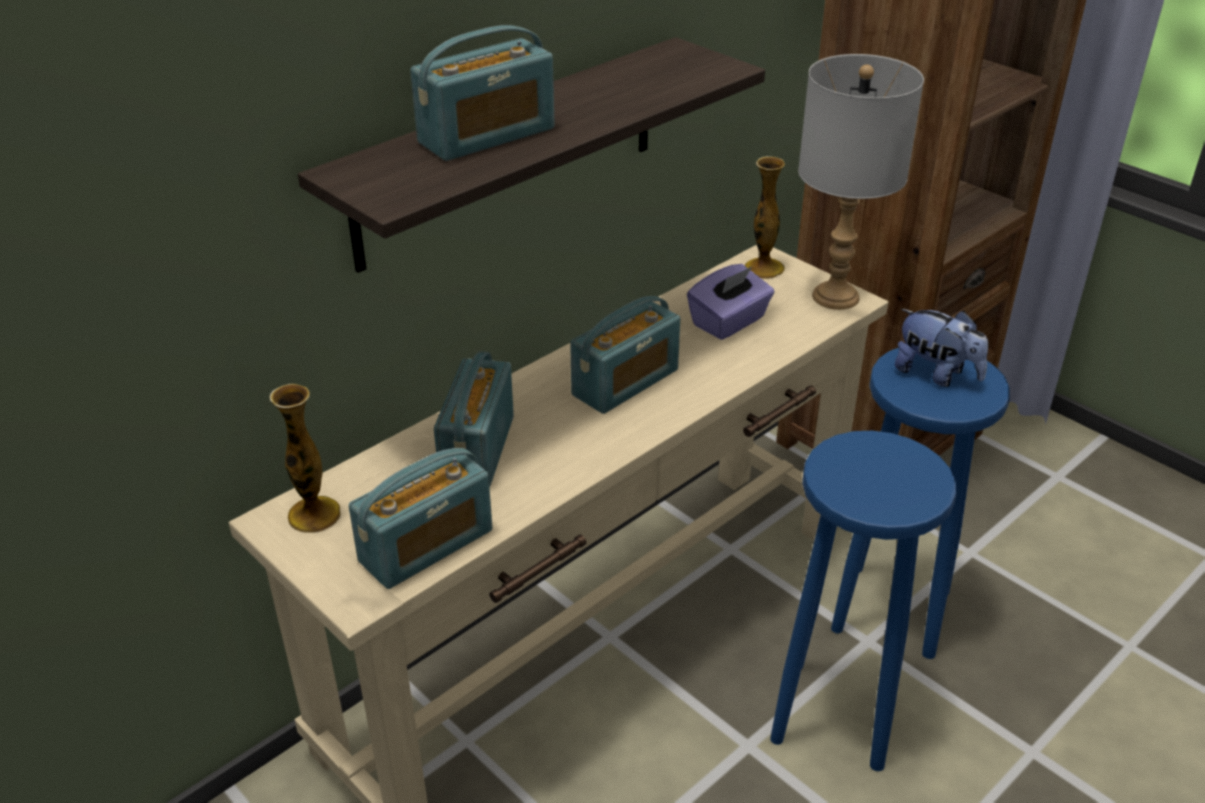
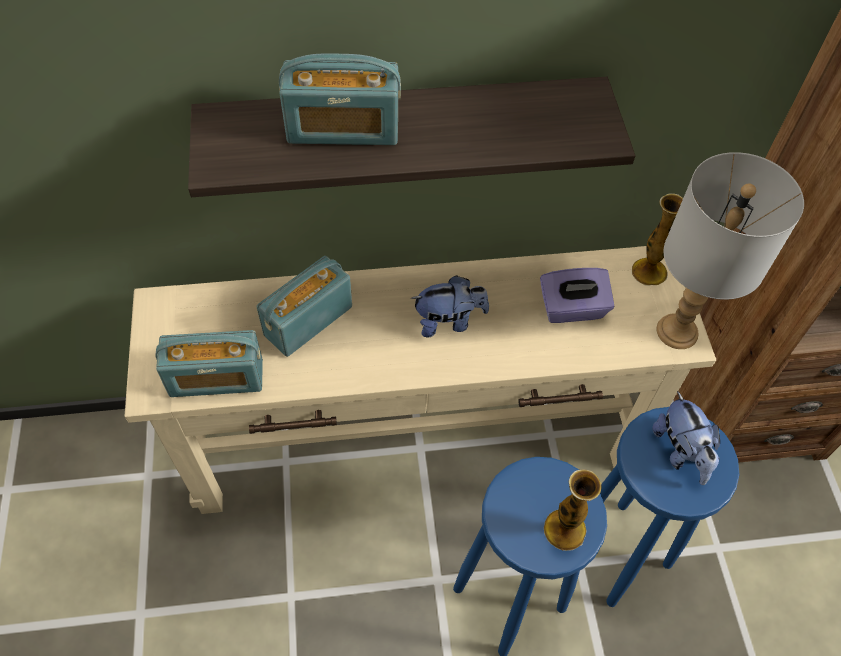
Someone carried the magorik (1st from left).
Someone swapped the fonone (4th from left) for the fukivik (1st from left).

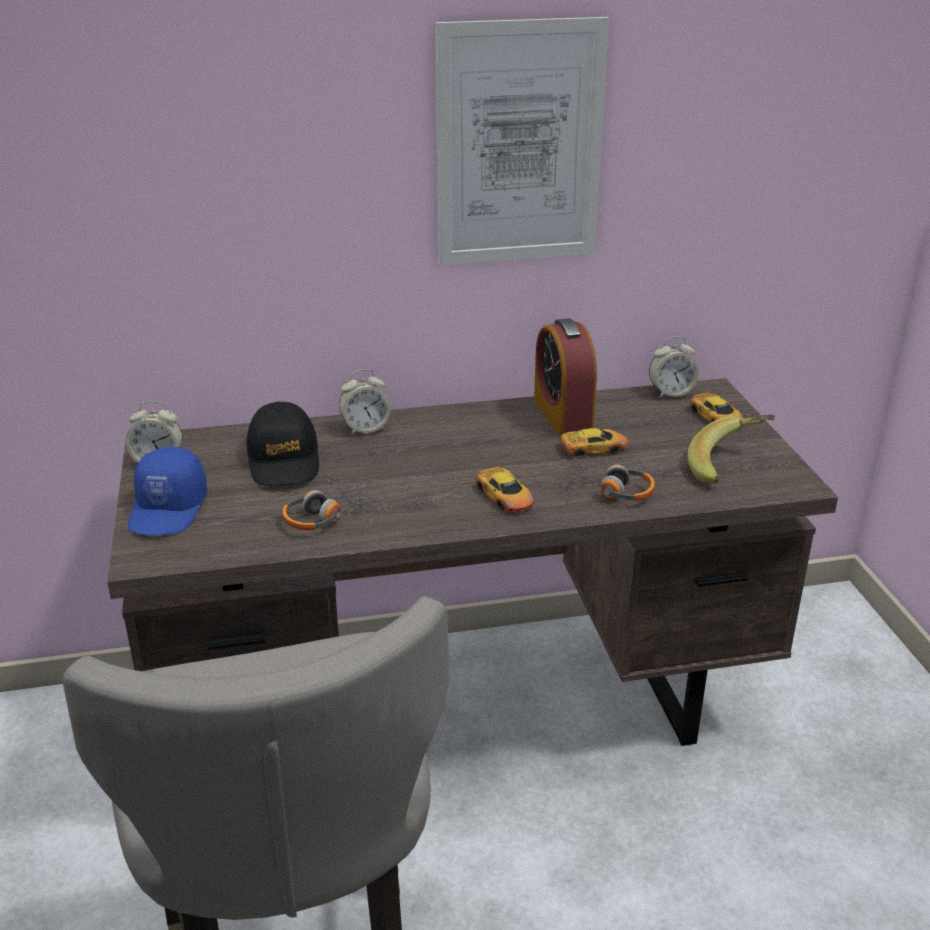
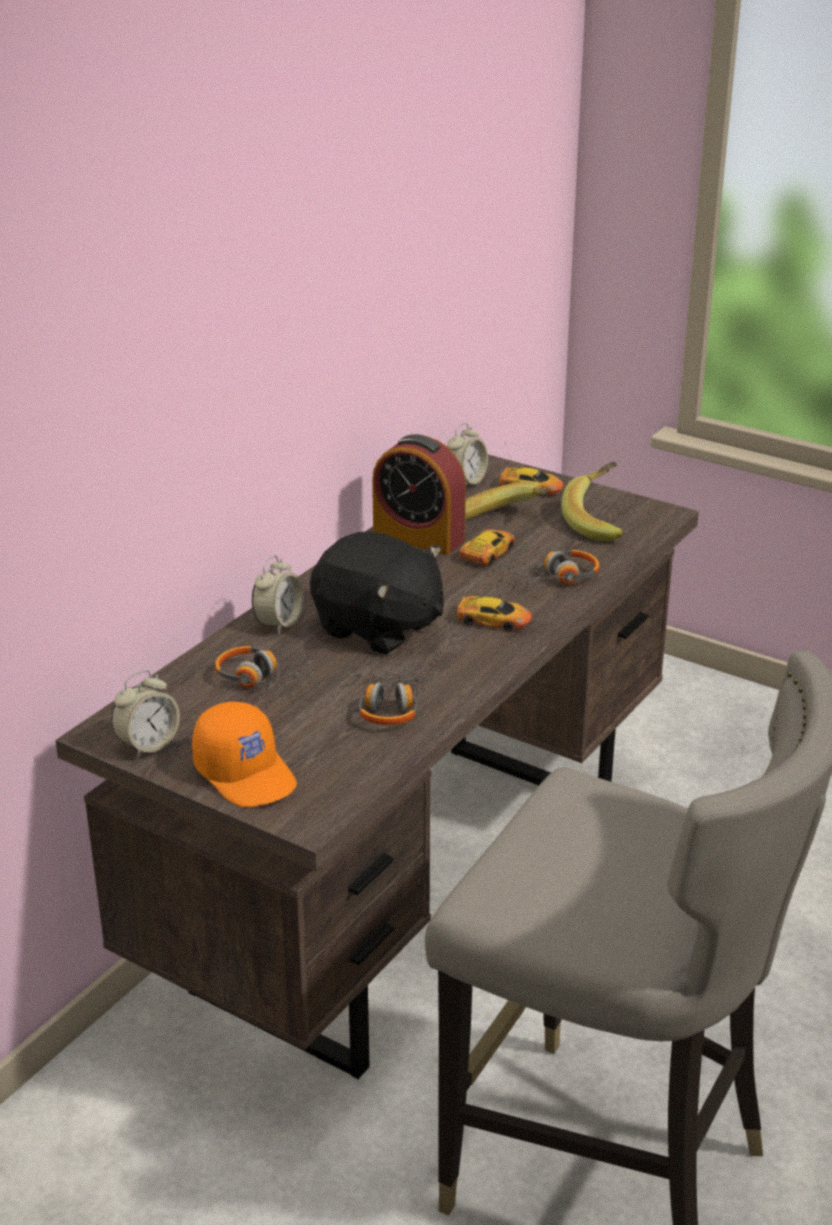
Someone repainted the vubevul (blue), which became the vubevul (orange).
Someone swapped the vubevul (black) for the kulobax (1st from left).
Someone took away the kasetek.
Someone put down the fukivik (black).
Someone put down the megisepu (1st from left).

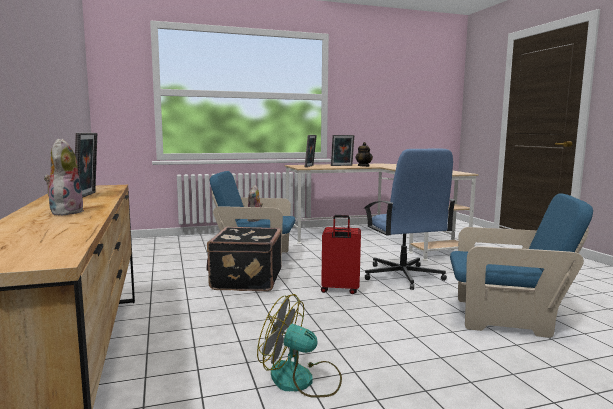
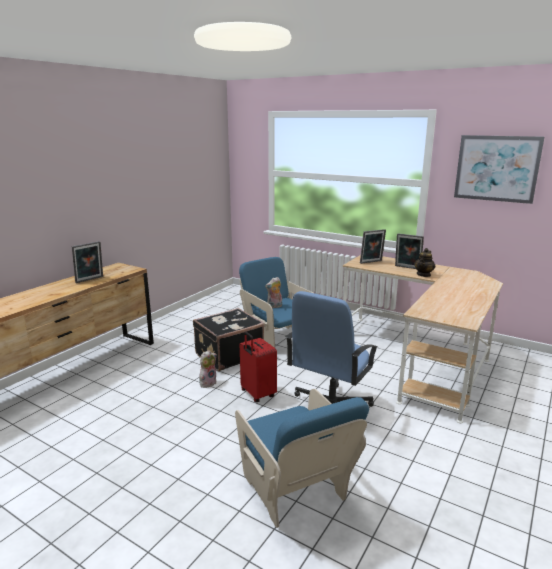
Someone carried the fukivik (1st from left).
Someone took away the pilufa.
Someone put up the kasetek.

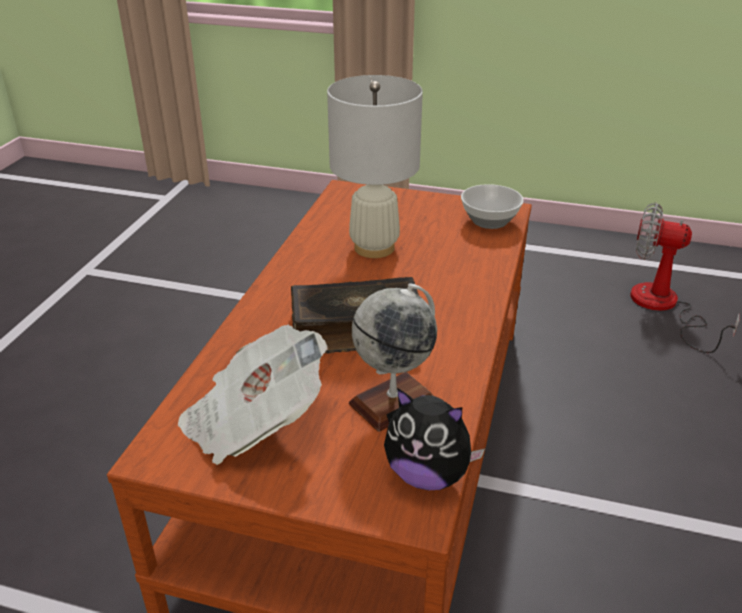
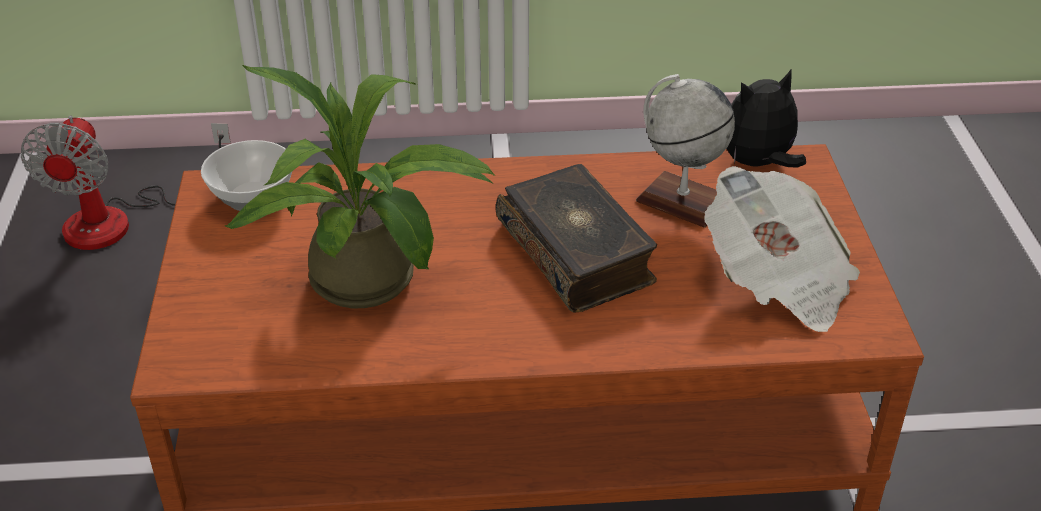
Someone swapped the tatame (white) for the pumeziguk.
Someone rotated the fukivik by 120 degrees counterclockwise.

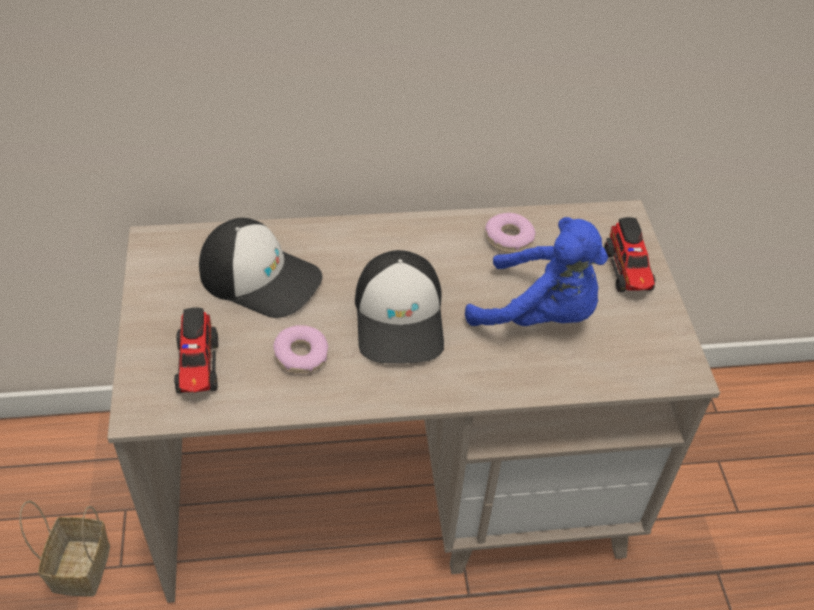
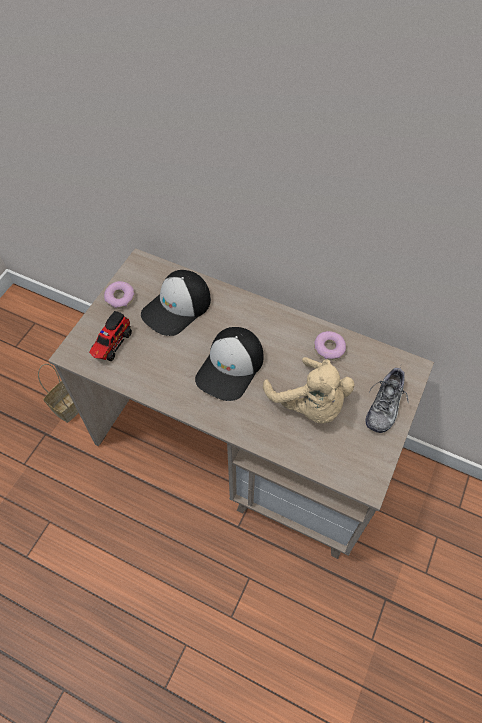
Someone rotated the vubevul (1st from left) by 75 degrees clockwise.
Someone carried the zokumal (1st from left).
Someone repainted the fukivik (blue), which became the fukivik (beige).
Someone swapped the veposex (2nd from left) for the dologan.

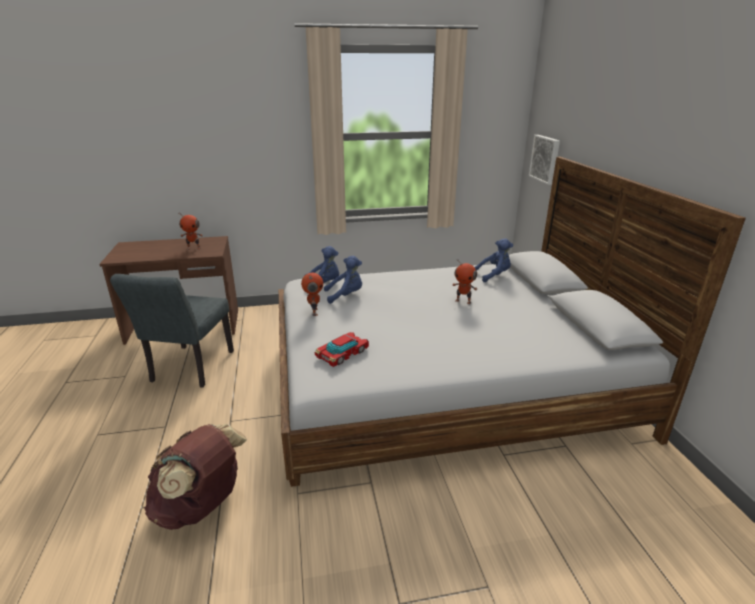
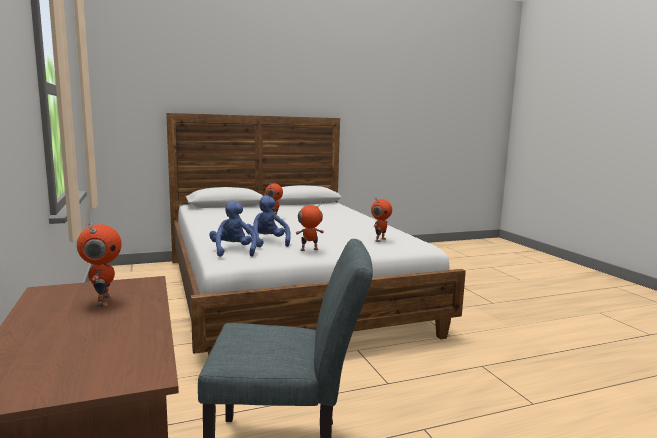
Someone took away the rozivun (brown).
Someone swapped the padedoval for the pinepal (4th from left).
Someone took away the fukivik (blue) (3rd from left).
Someone took away the kasetek.

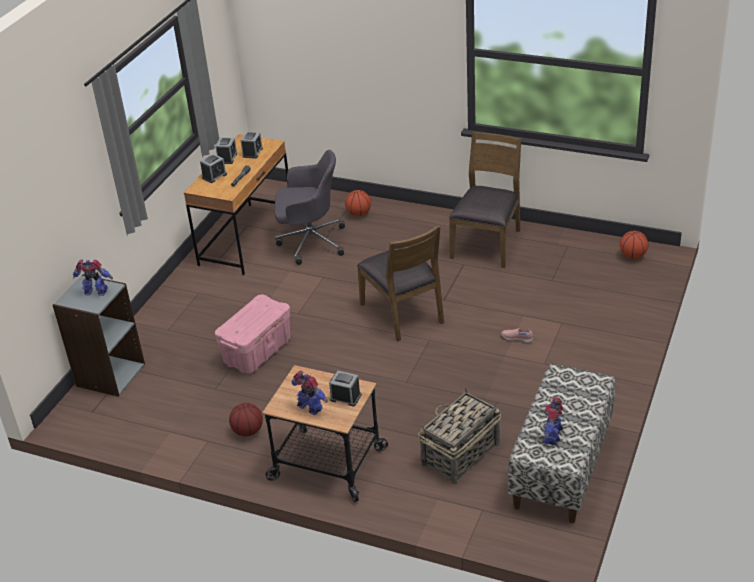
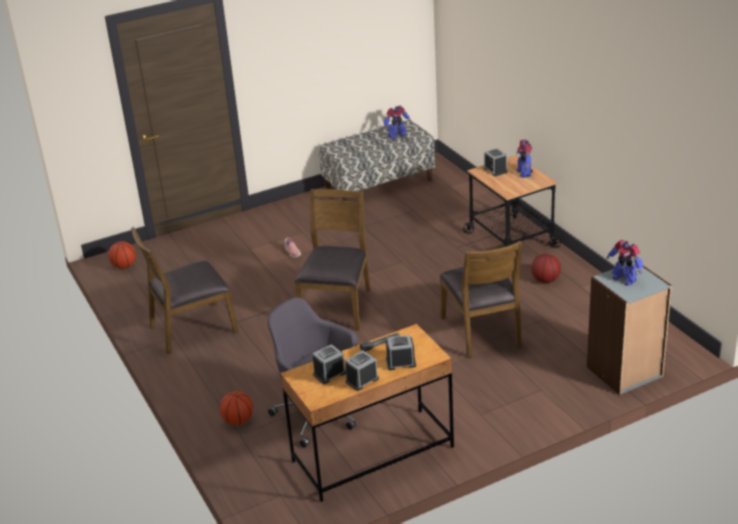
Someone swapped the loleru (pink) for the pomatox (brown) (3rd from left).
Someone took away the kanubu.

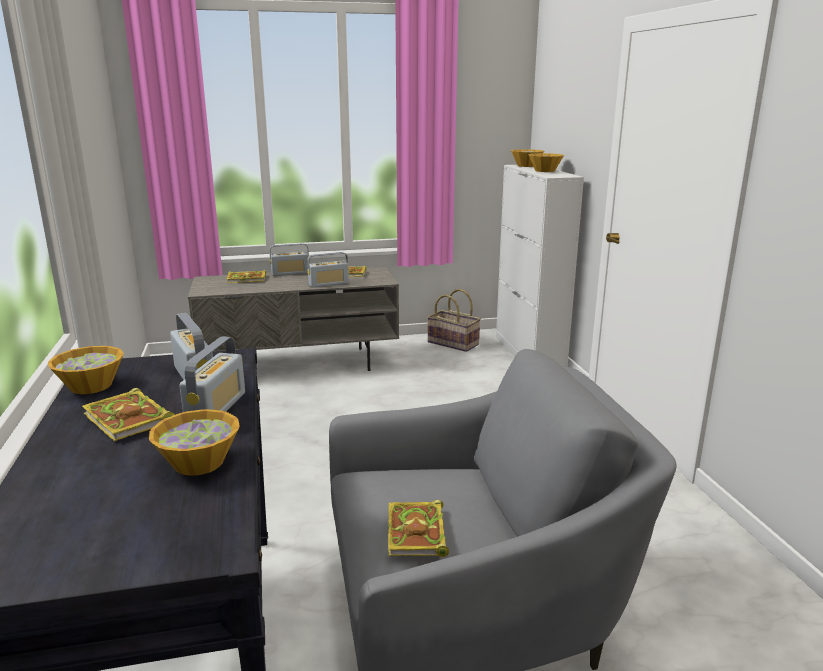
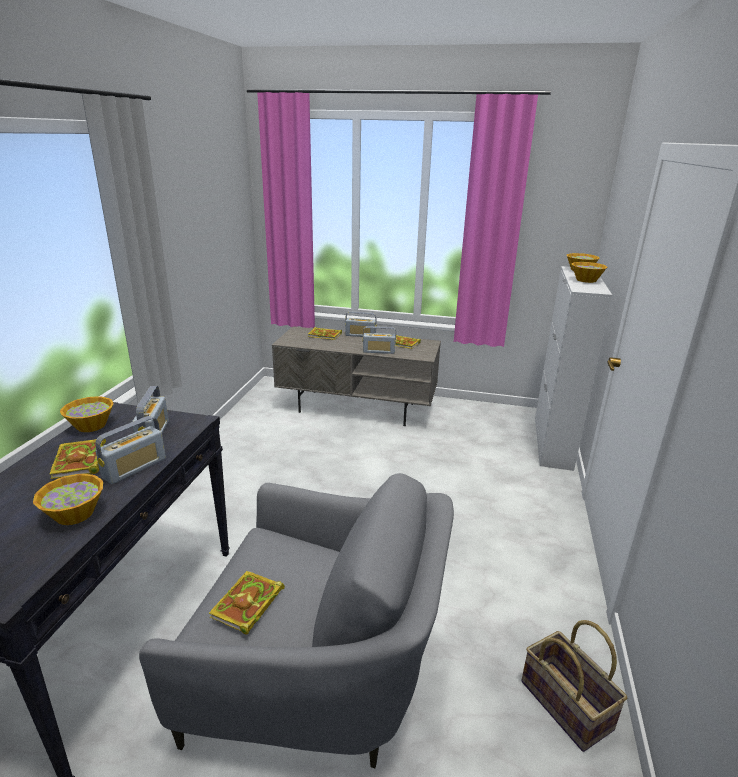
Someone carried the kanubu.

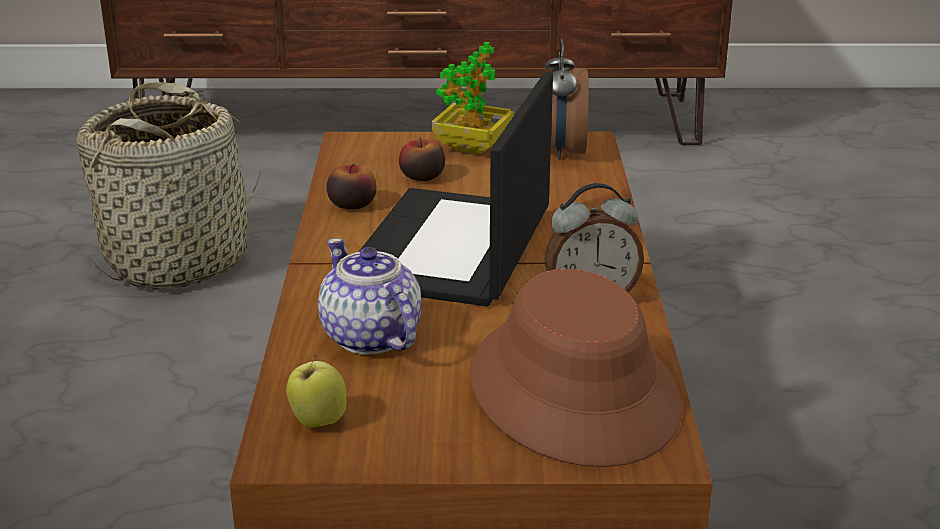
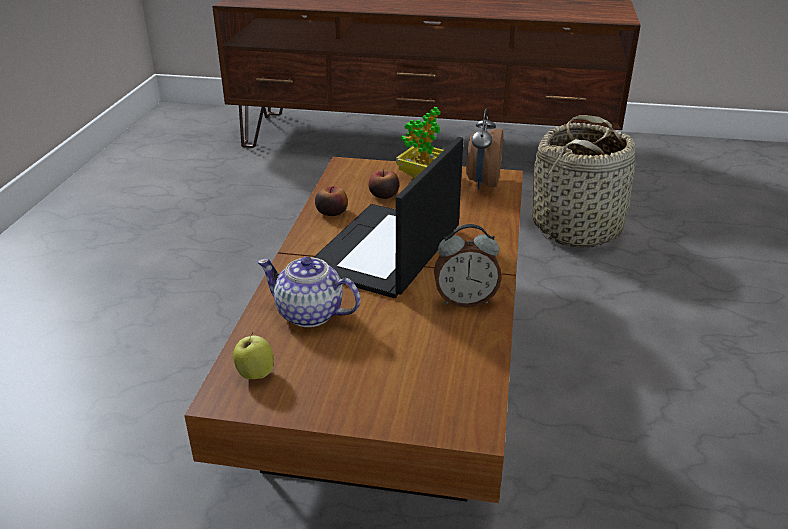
Someone carried the kanubu.
Someone rotated the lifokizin by 45 degrees counterclockwise.
Someone took away the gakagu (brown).

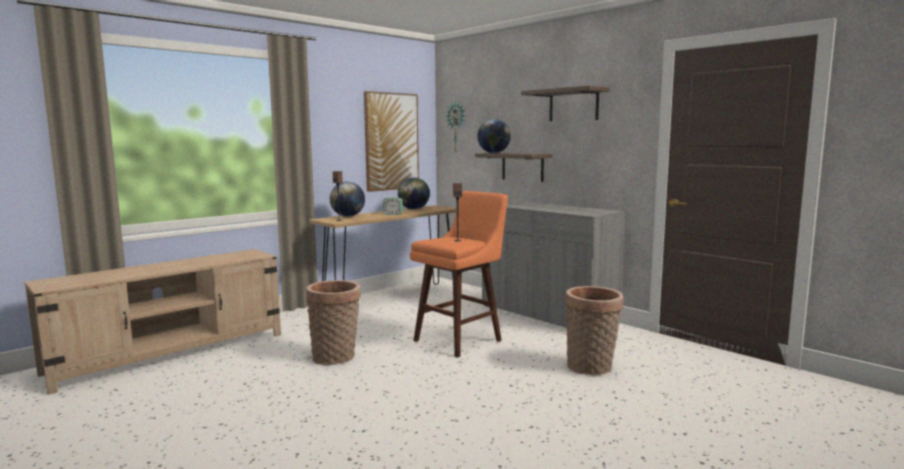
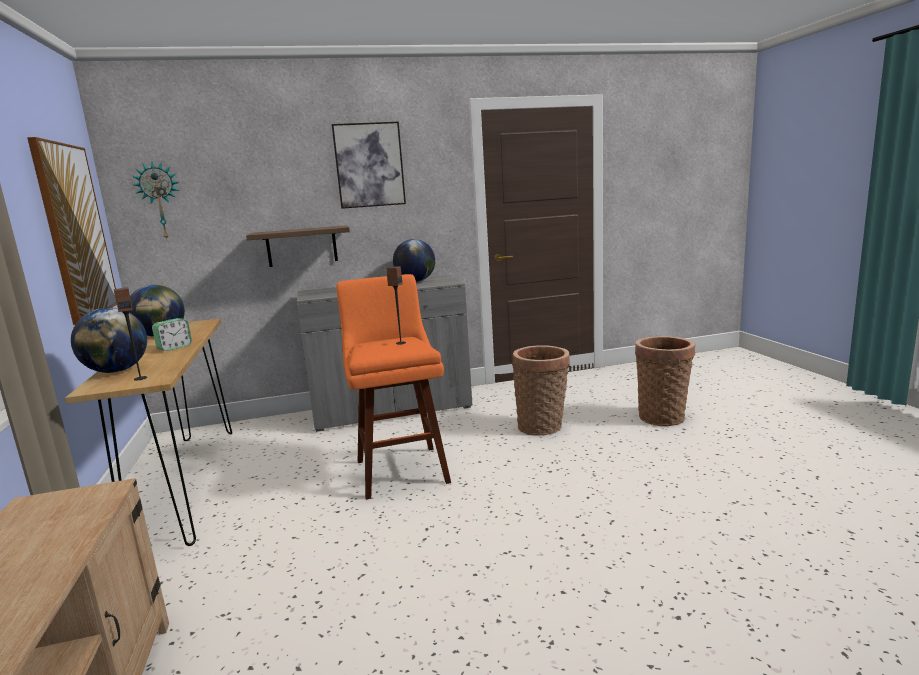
Someone carried the kanubu (1st from left in the first image).
Someone carried the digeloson (3rd from left).
Someone swapped the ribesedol (2nd from left) for the kasetek (2nd from left).

